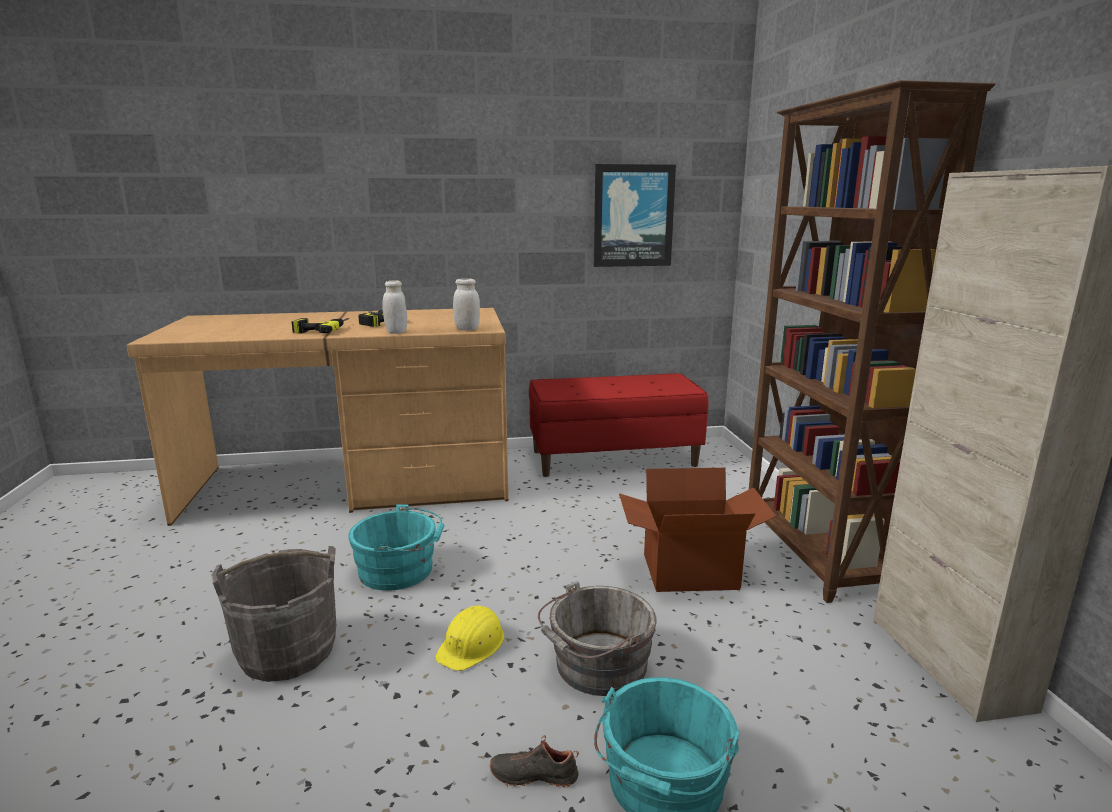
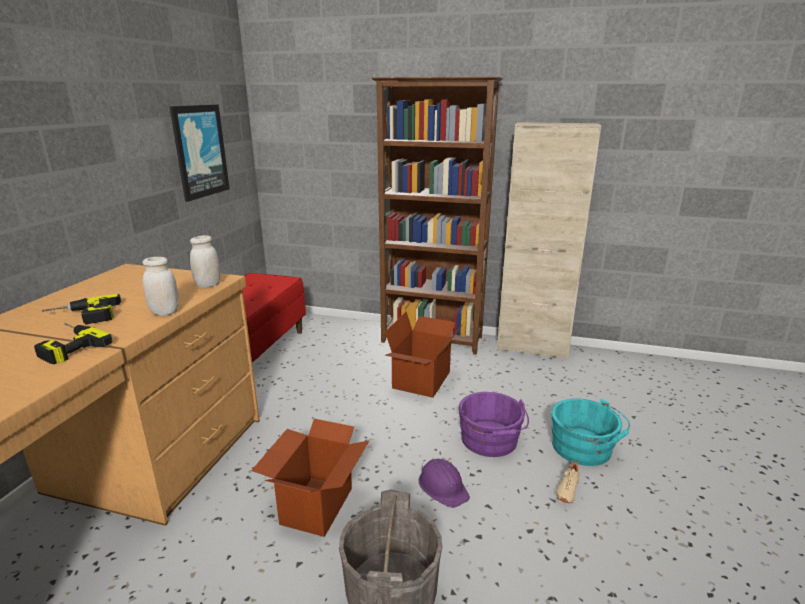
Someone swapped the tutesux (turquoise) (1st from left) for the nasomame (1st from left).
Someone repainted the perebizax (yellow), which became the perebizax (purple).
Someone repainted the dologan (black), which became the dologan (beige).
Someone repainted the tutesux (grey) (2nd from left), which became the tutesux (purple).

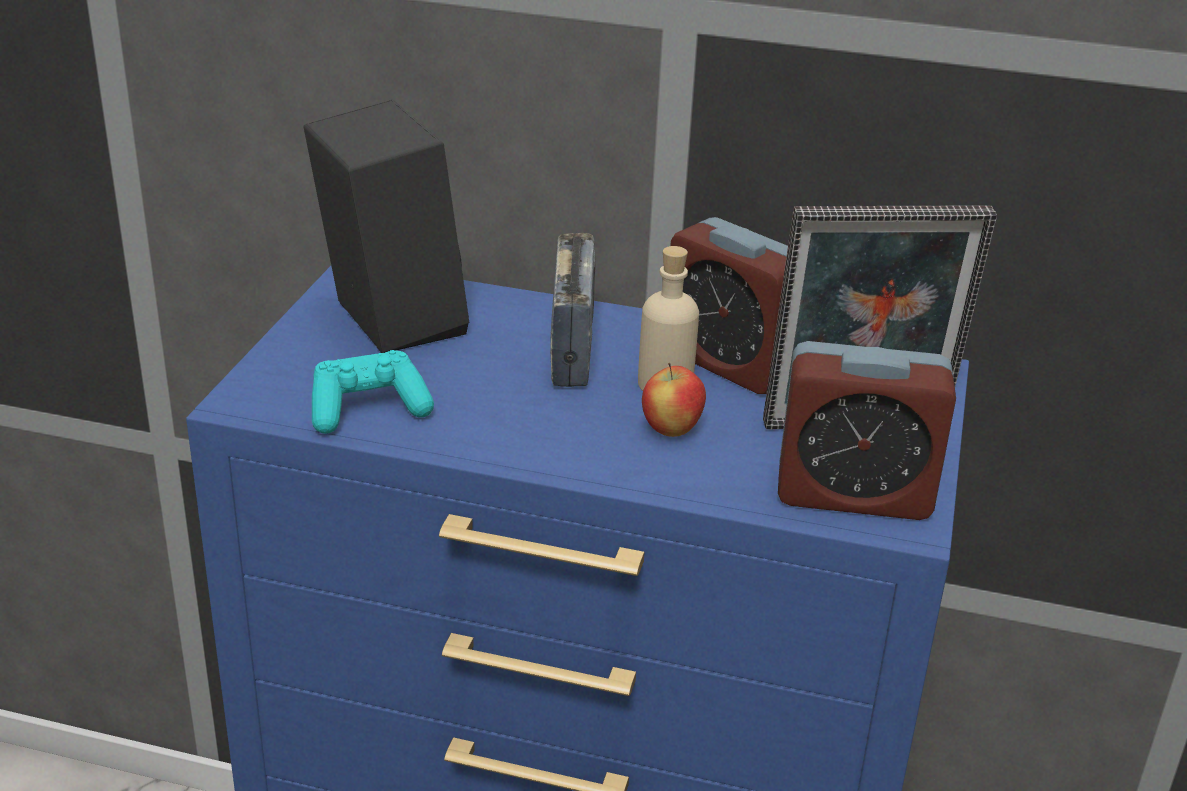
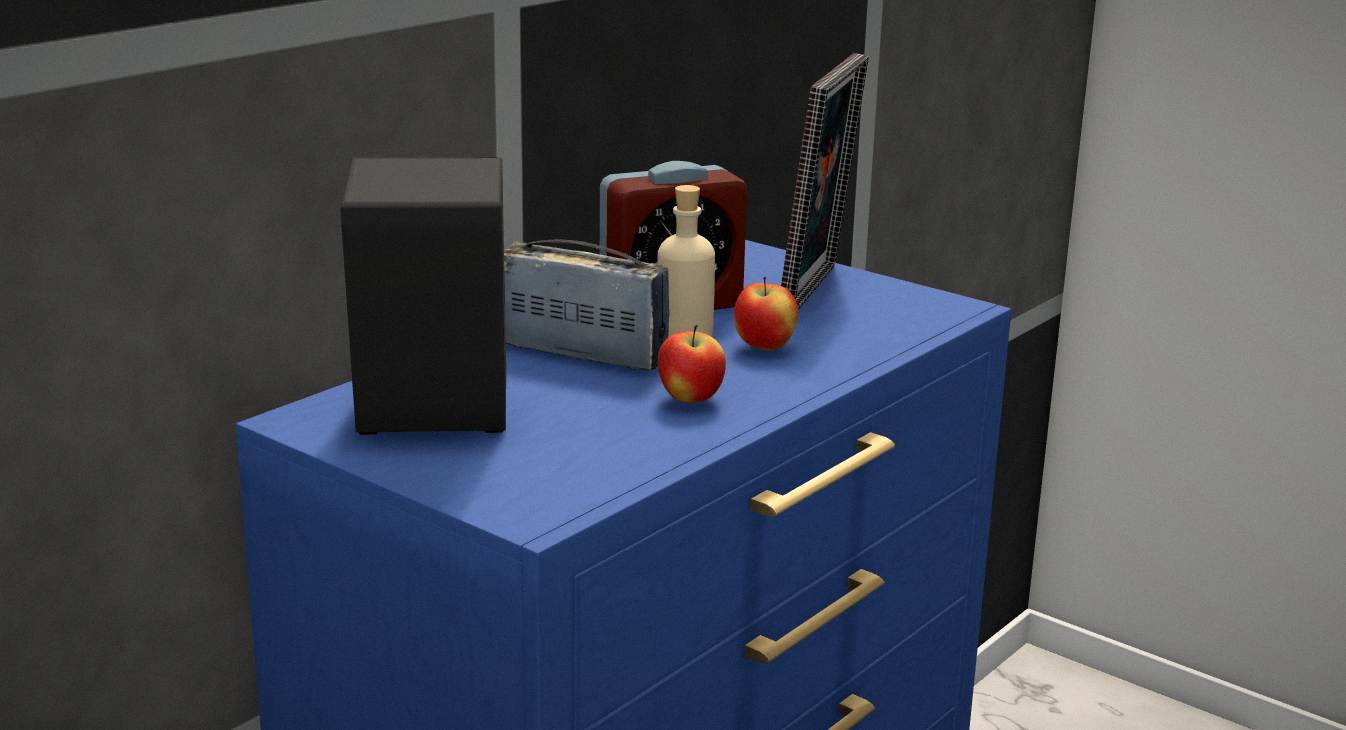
Someone took away the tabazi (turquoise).
Someone took away the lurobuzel (2nd from left).
Someone put down the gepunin (1st from left).

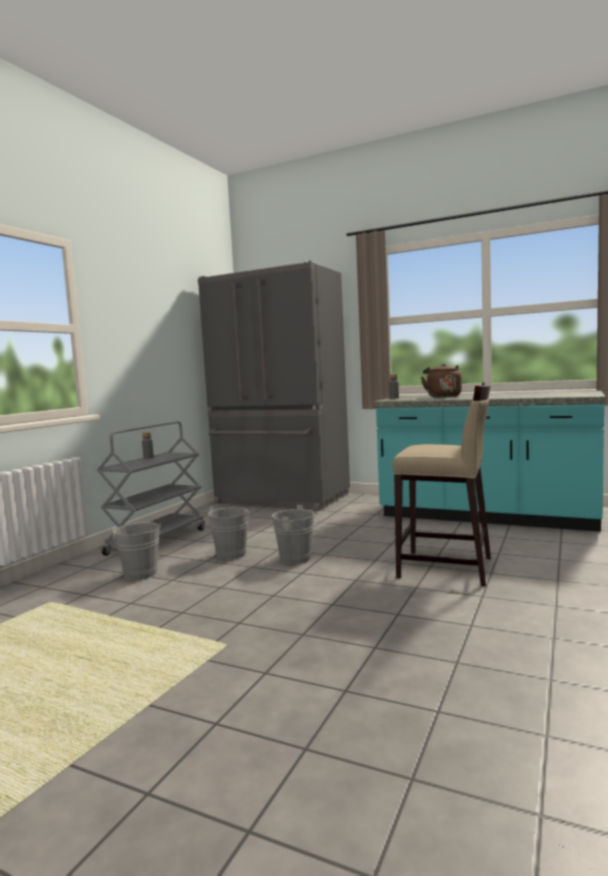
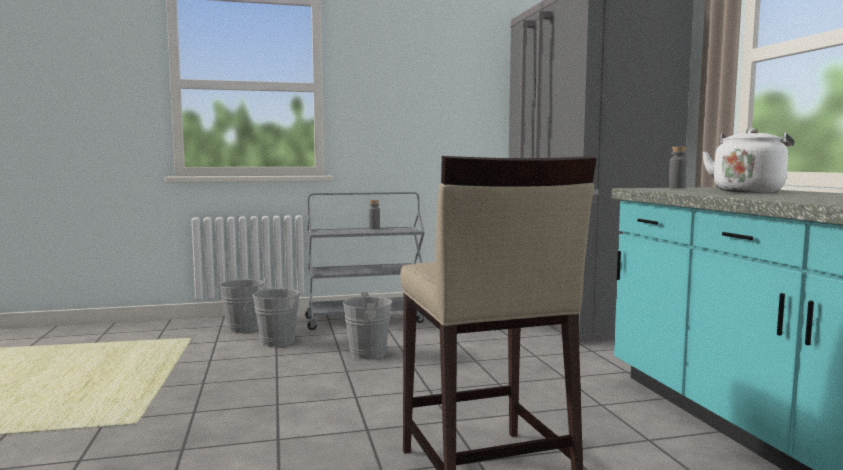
Someone carried the tutesux (grey) (3rd from left in the first image).
Someone repainted the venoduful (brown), which became the venoduful (white).

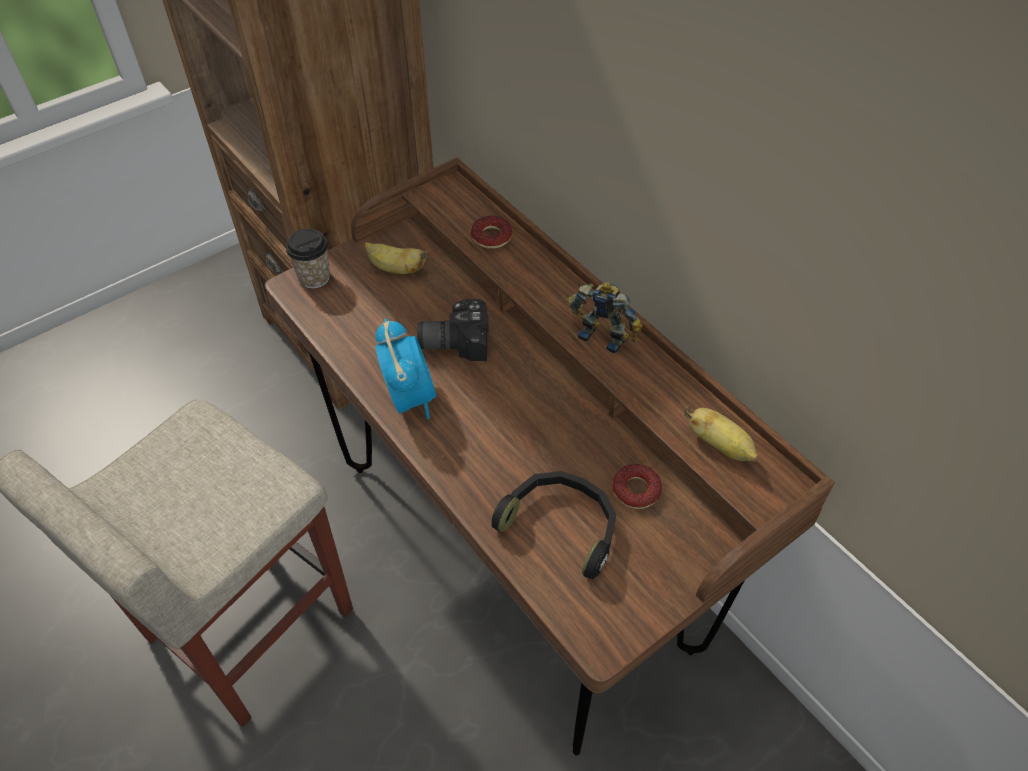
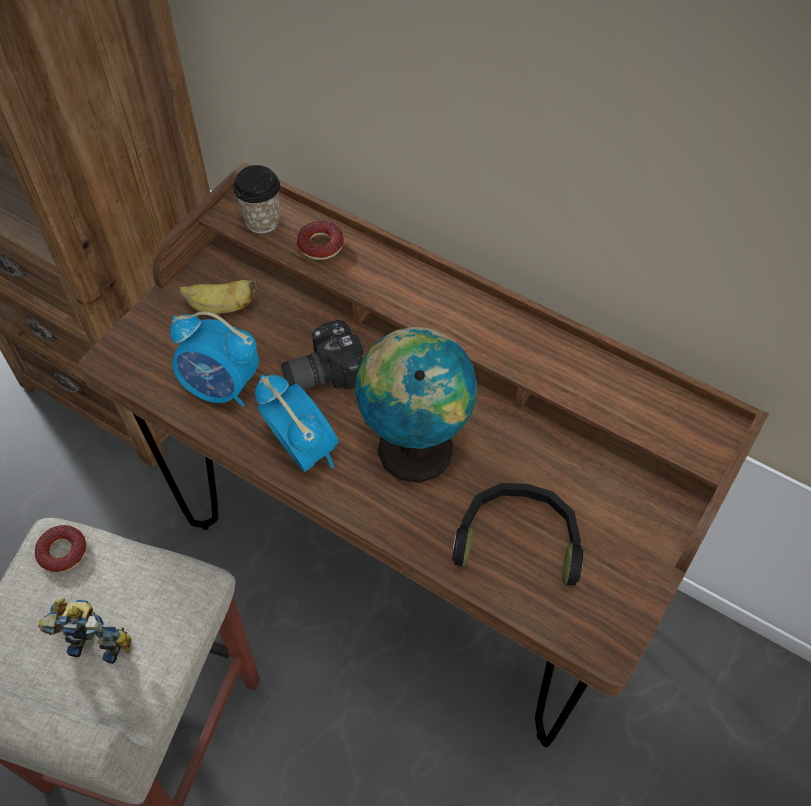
Someone carried the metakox.
Someone carried the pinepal.
Someone carried the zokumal (2nd from left in the first image).
Someone took away the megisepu (2nd from left).
Someone put down the lurobuzel (1st from left).
Someone put down the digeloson.

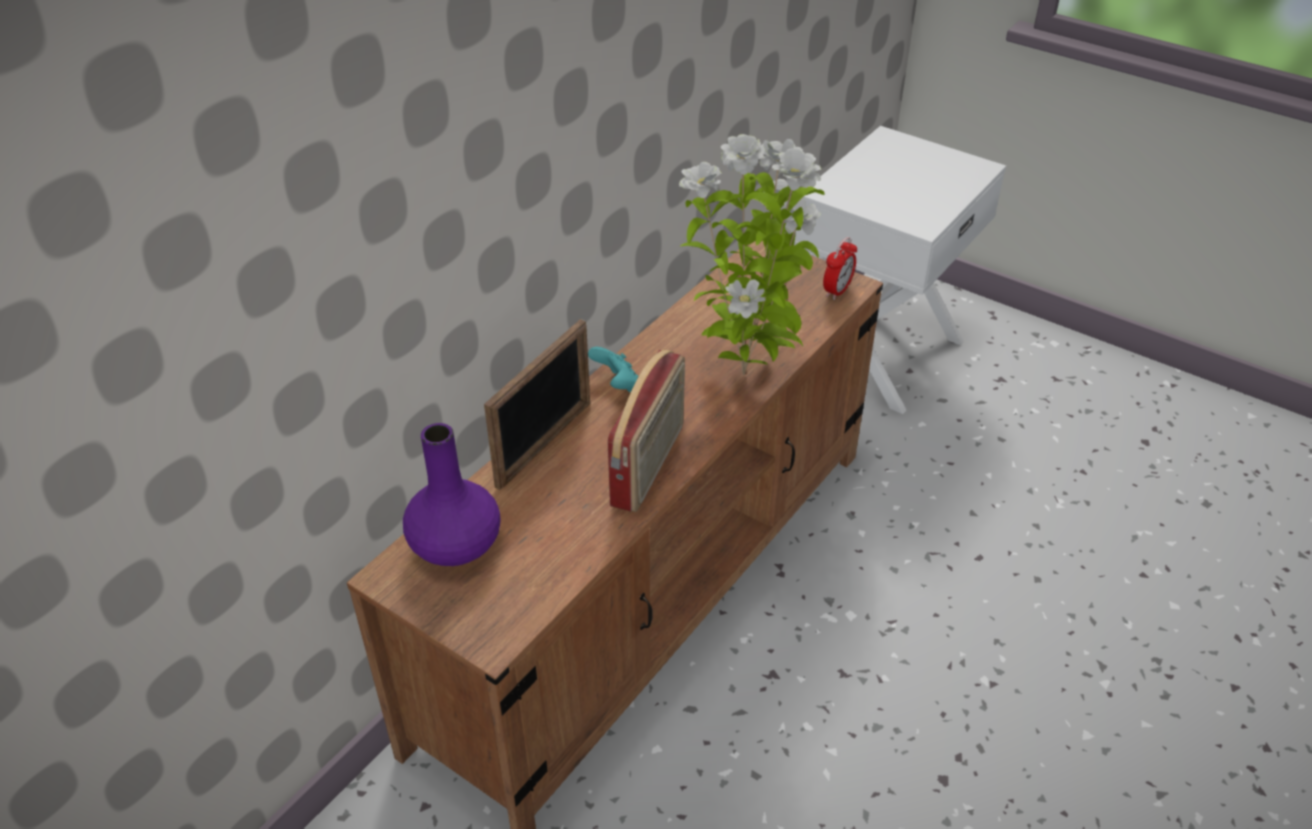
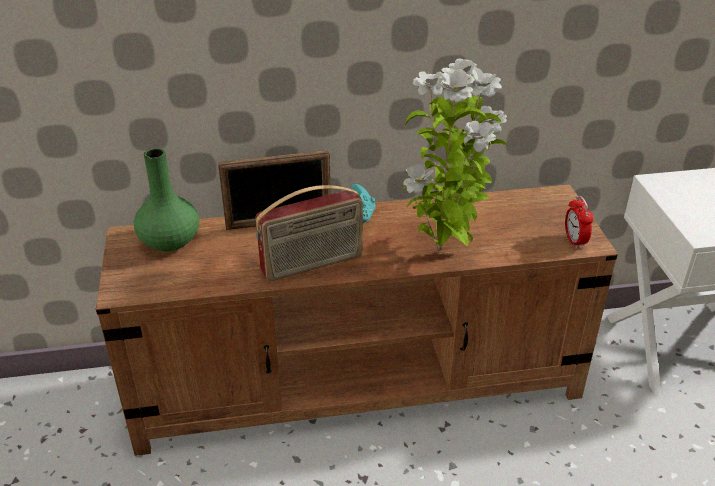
Someone repainted the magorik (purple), which became the magorik (green).
Someone rotated the lurobuzel by 90 degrees clockwise.

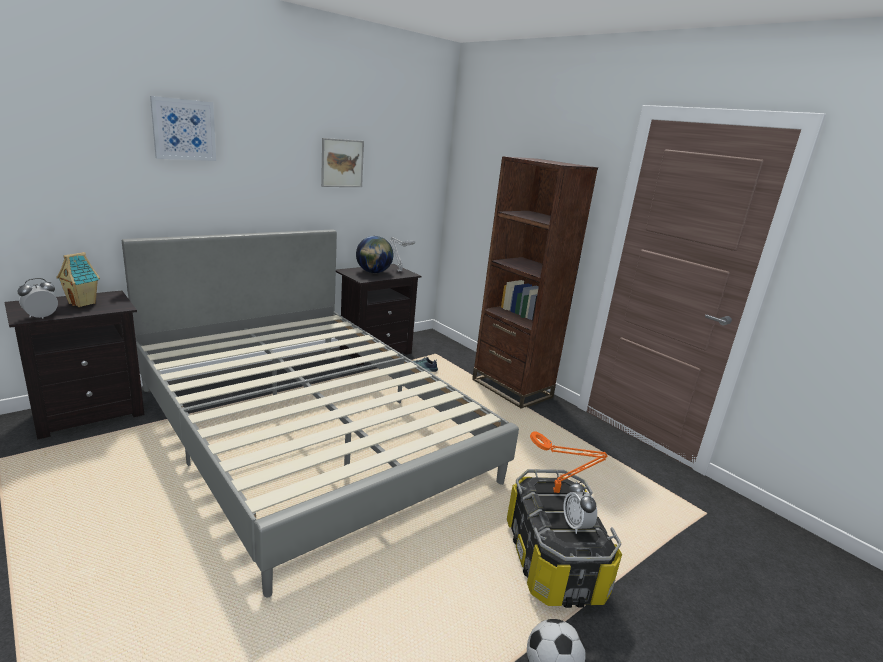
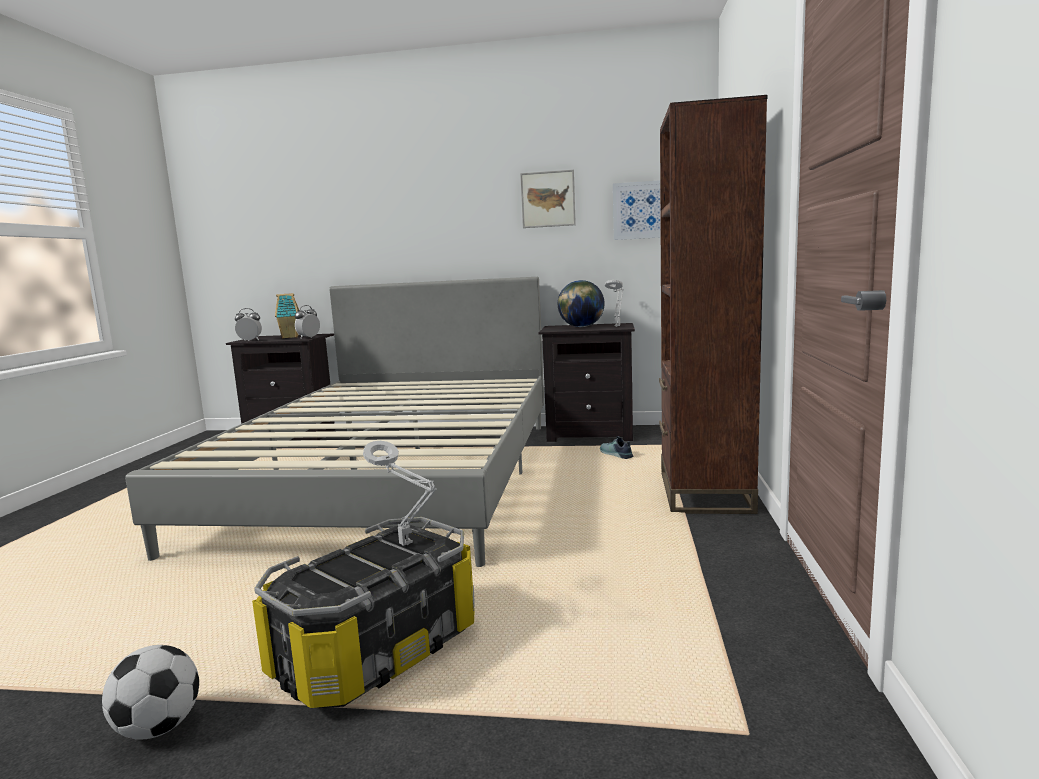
Someone carried the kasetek (1st from left in the first image).
Someone repainted the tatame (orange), which became the tatame (grey) (1st from left).
Someone carried the lurobuzel (2nd from left).

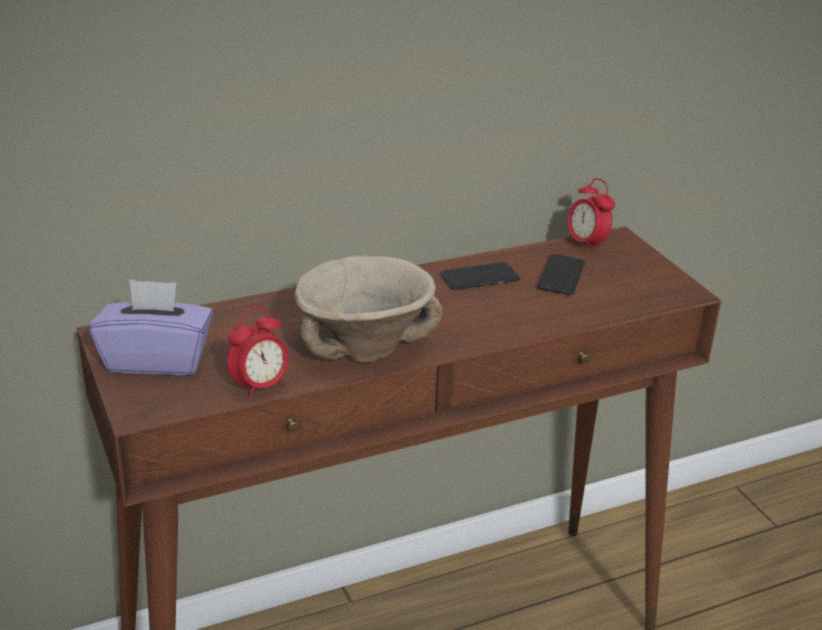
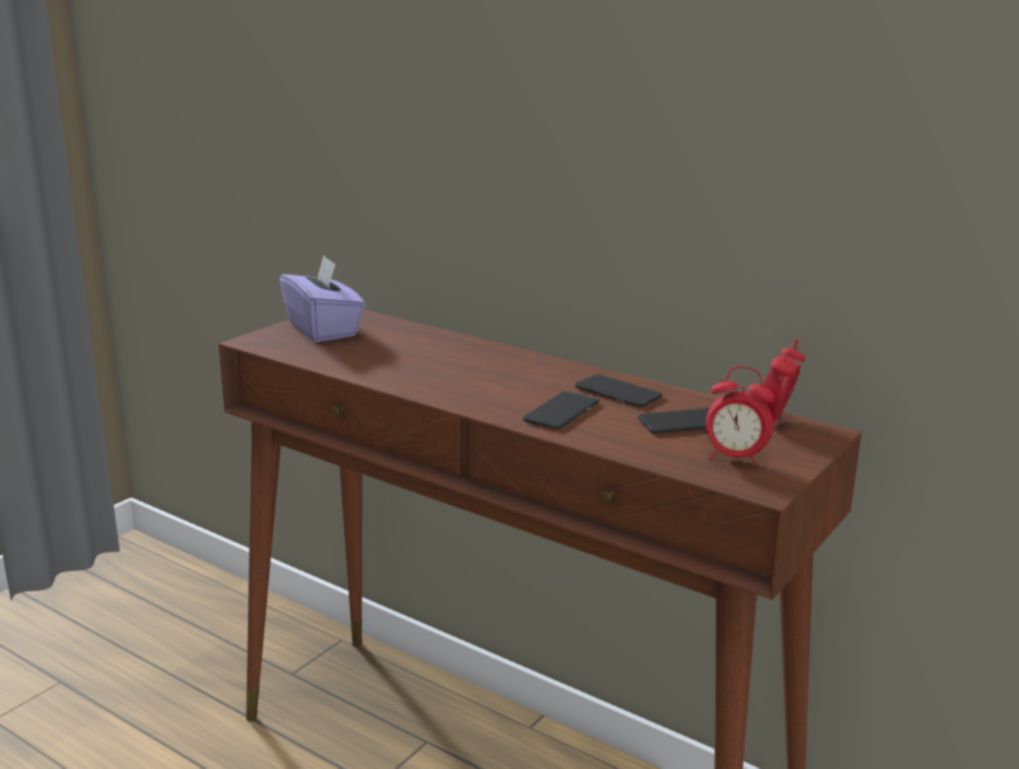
Someone carried the lurobuzel (1st from left).
Someone took away the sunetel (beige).
Someone put down the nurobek (1st from left).

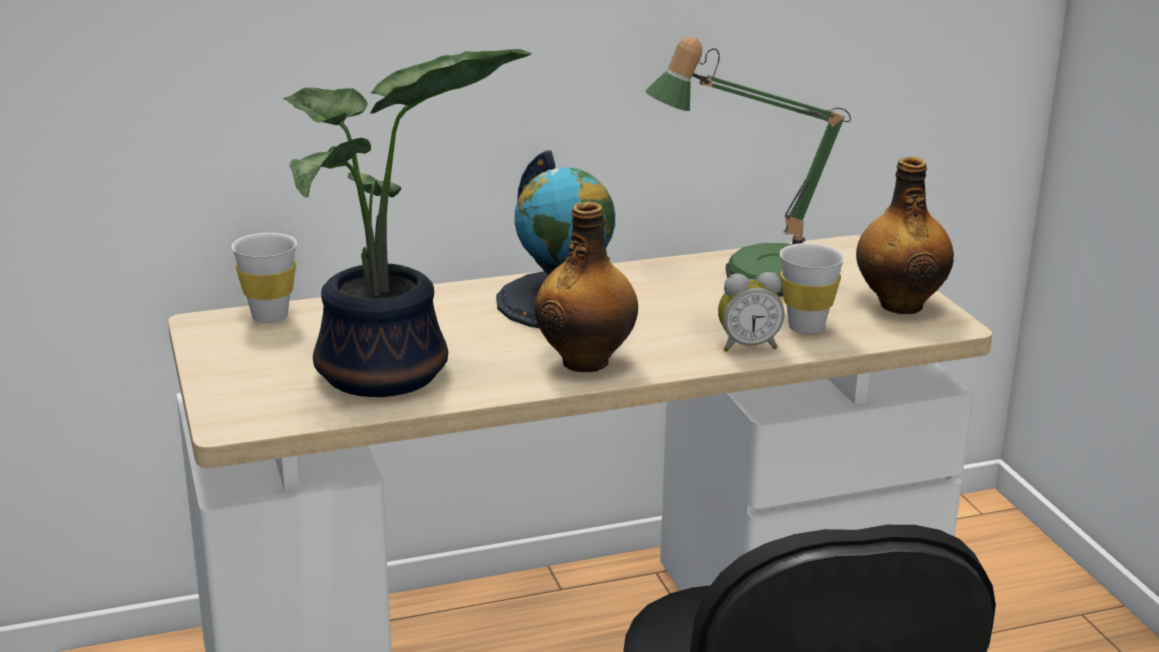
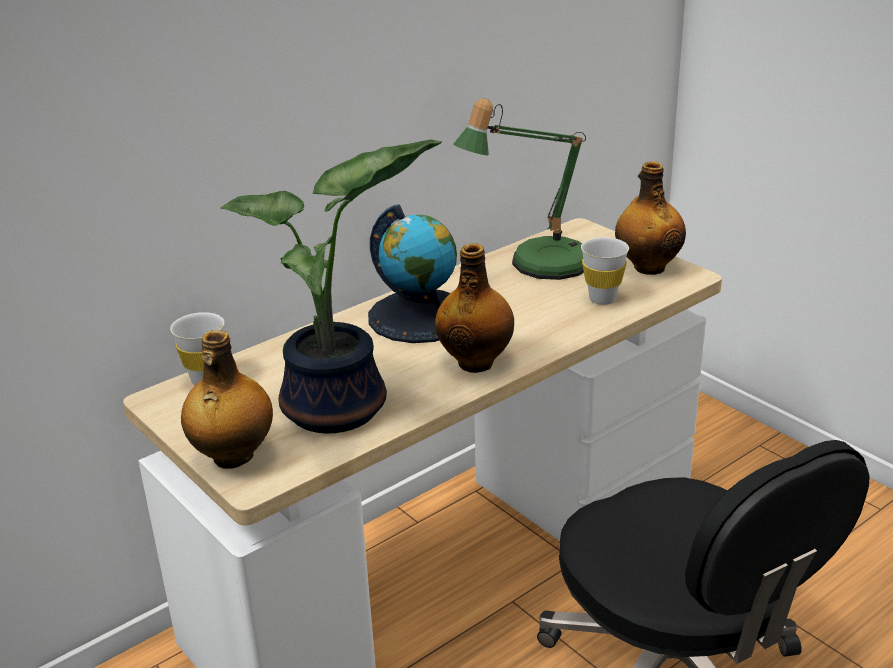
Someone took away the lurobuzel.
Someone put down the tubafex (1st from left).

